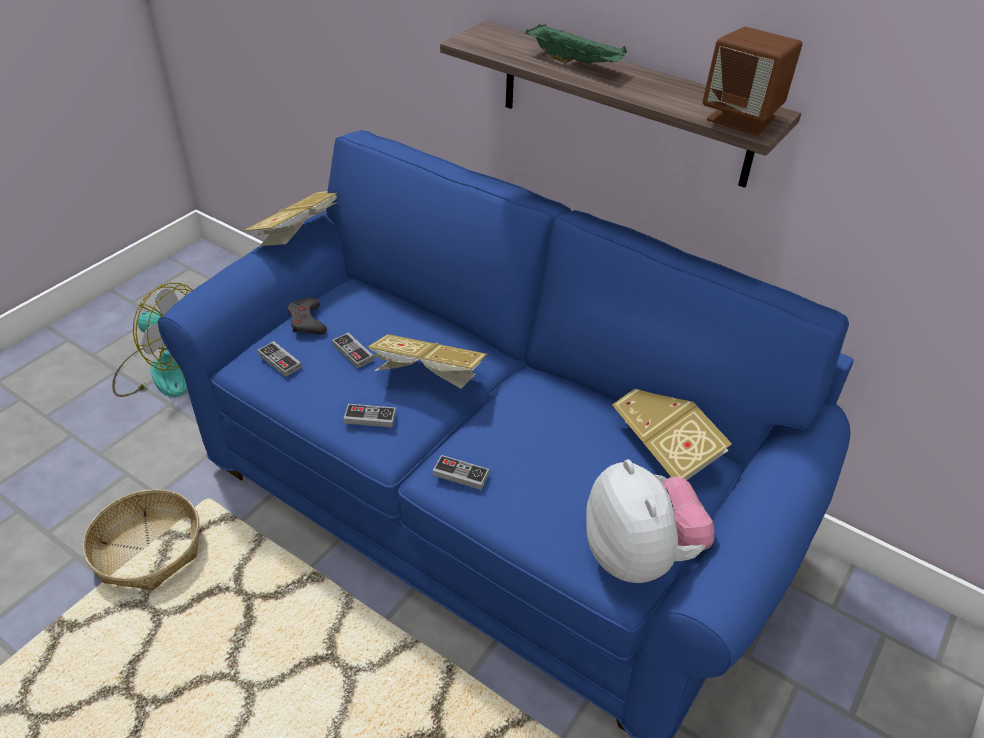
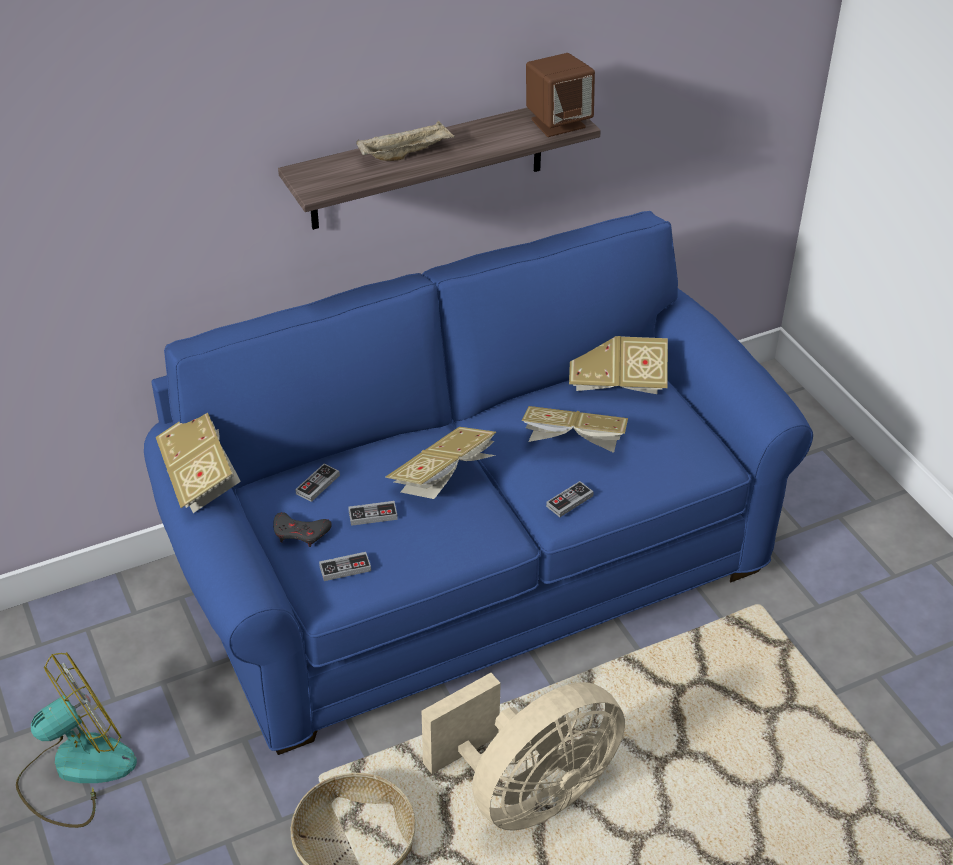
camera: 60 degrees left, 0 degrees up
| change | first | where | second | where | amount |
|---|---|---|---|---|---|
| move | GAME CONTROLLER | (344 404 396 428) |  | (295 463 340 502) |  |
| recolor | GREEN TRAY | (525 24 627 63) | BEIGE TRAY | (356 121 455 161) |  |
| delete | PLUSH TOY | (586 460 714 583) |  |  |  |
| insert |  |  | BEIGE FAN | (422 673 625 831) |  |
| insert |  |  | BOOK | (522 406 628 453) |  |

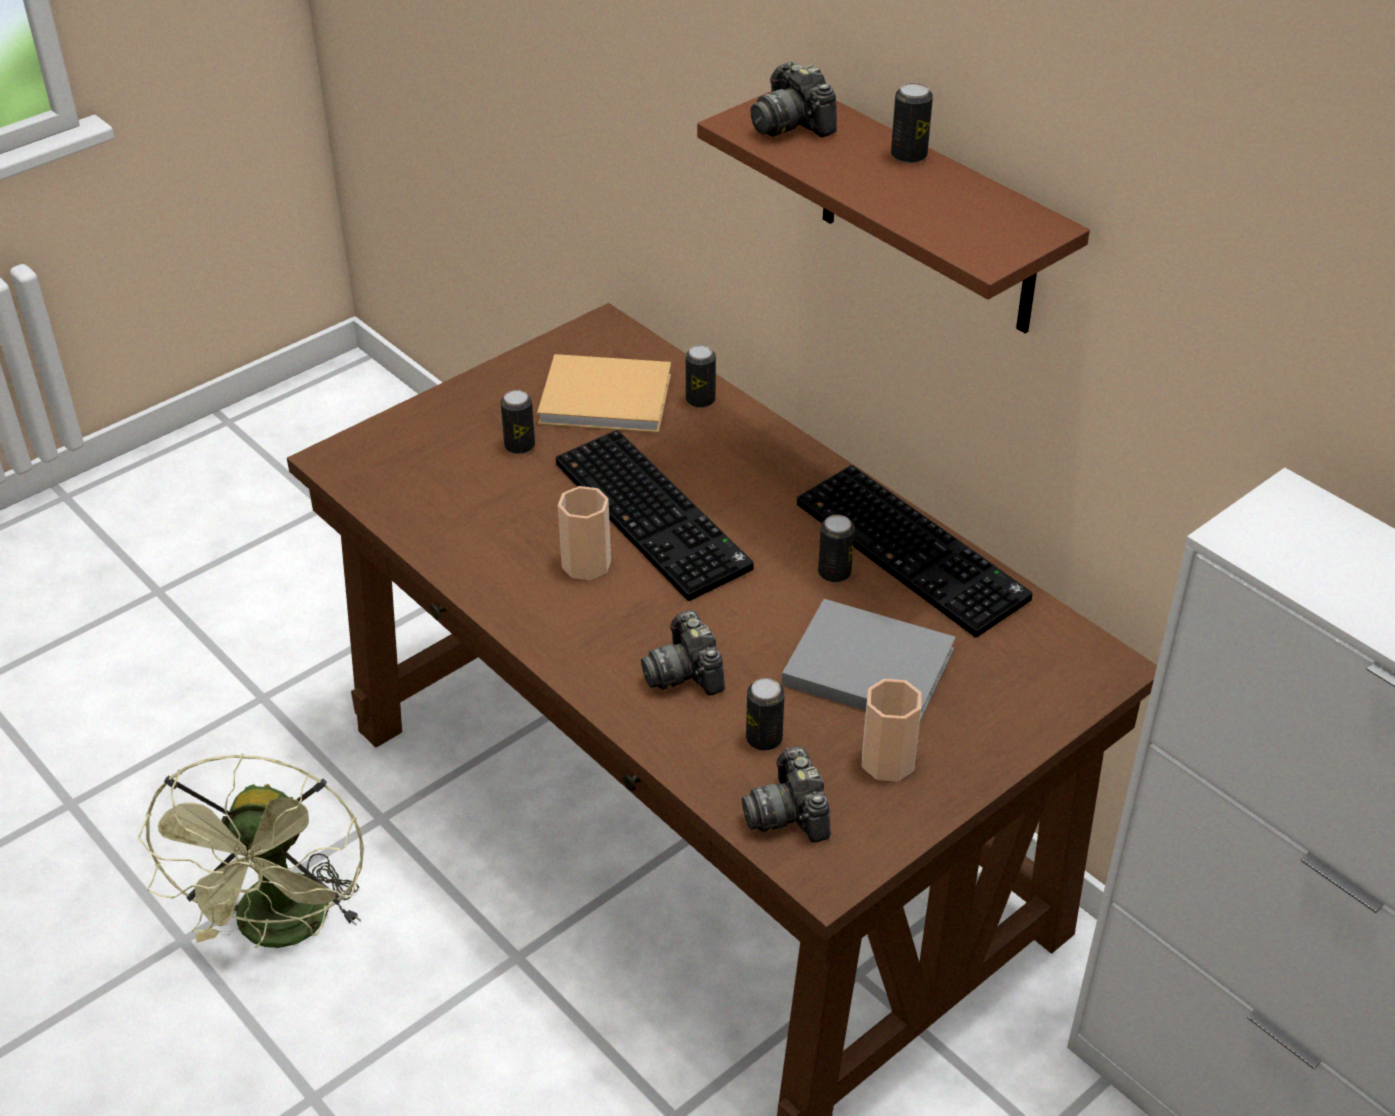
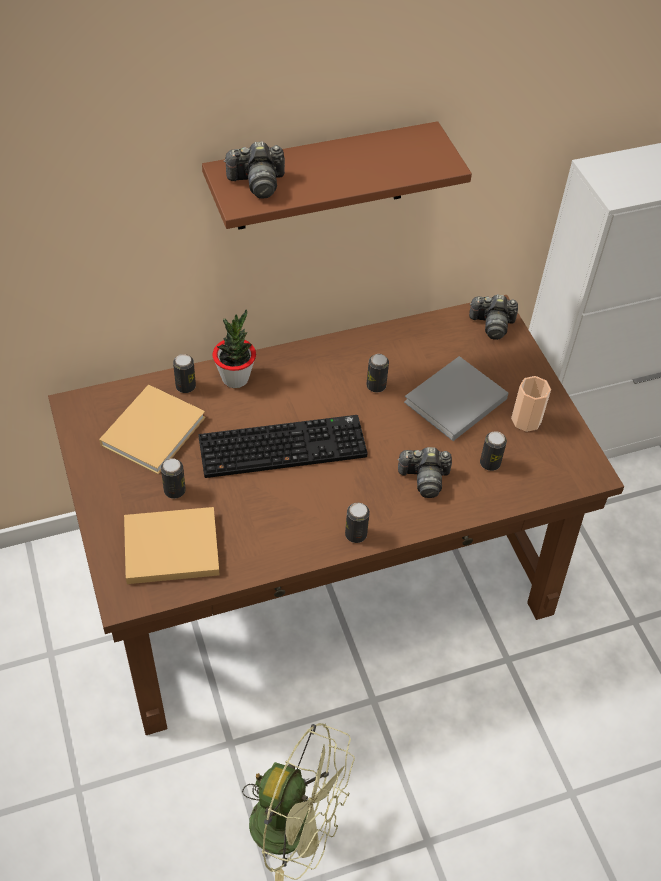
camera: 70 degrees left, 10 degrees up
| change | first | where | second | where | amount |
|---|---|---|---|---|---|
| delete | CUP | (558 486 611 580) |  |  |  |
| move | PHOTO CAMERA | (742 746 830 843) |  | (469 294 518 340) |  |
| delete | KEYBOARD | (797 465 1033 637) |  |  |  |
| move | CAN | (891 83 933 163) |  | (345 503 370 543) |  |
| insert |  |  | BEIGE BOOK | (124 507 220 584) |  |
| insert |  |  | POTTED PLANT | (212 309 256 388) |  |

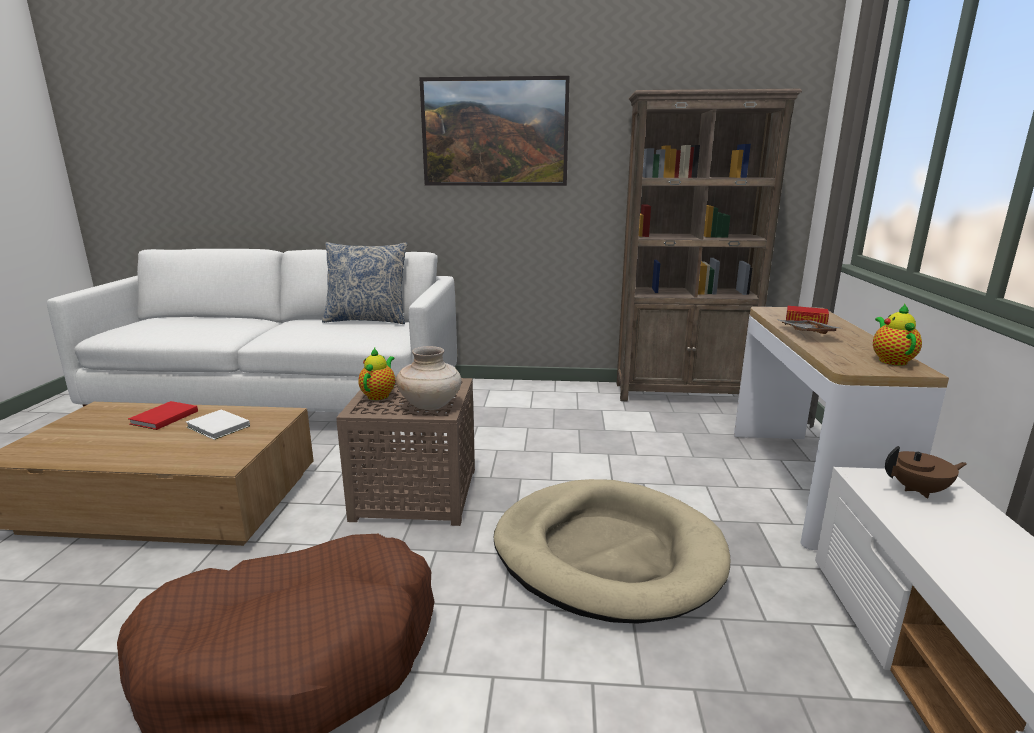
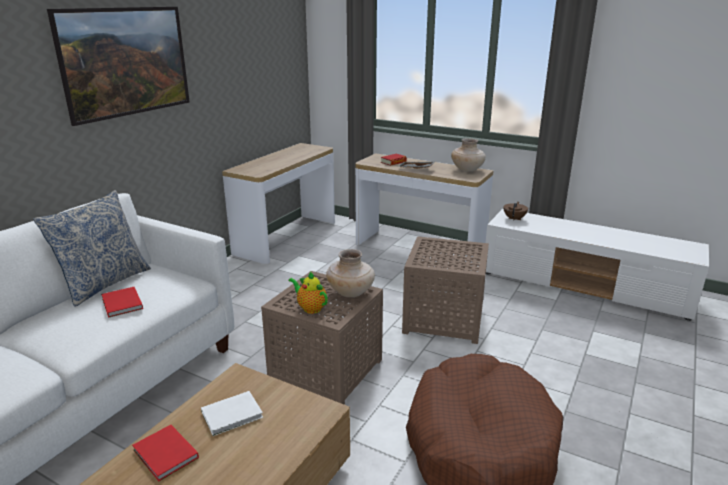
camera: 65 degrees left, 5 degrees up
| change | first | where | second | where | amount |
|---|---|---|---|---|---|
| replace | BEIGE DOG BED | (494 479 730 624) | BROWN SIDE TABLE | (402 236 489 344) |  |
| replace | BROWN BOOKCASE | (617 89 802 401) | CONSOLE TABLE | (222 143 335 264) |  |
| replace | TEAPOT | (873 304 922 366) | BEIGE VASE | (451 138 486 172) |  |
| insert |  |  | RED BOOK | (101 287 143 318) |  |

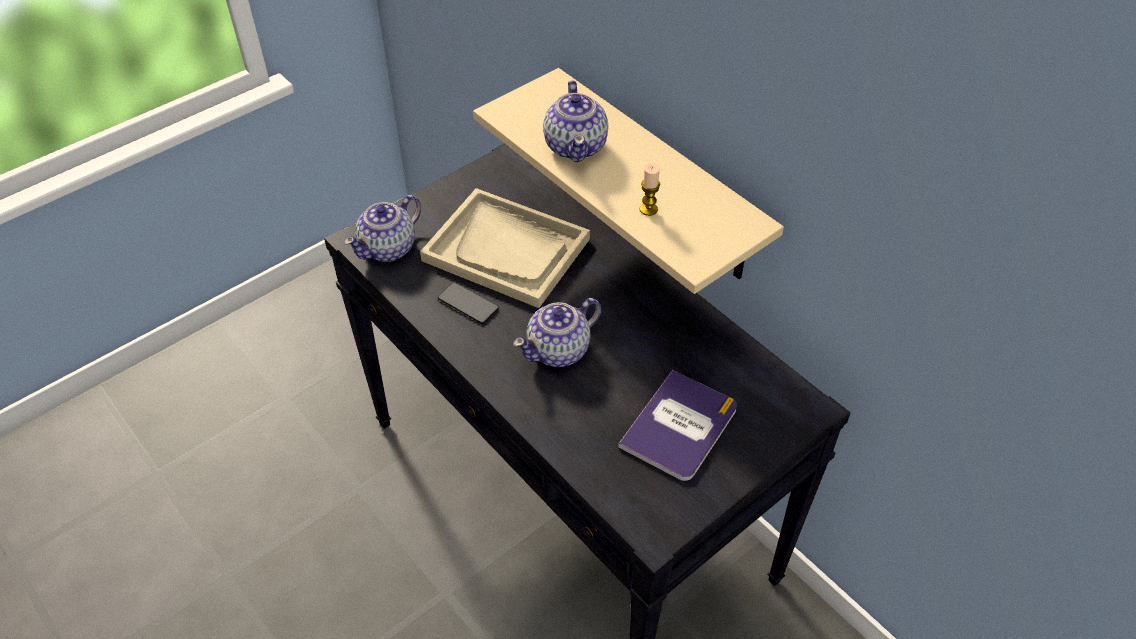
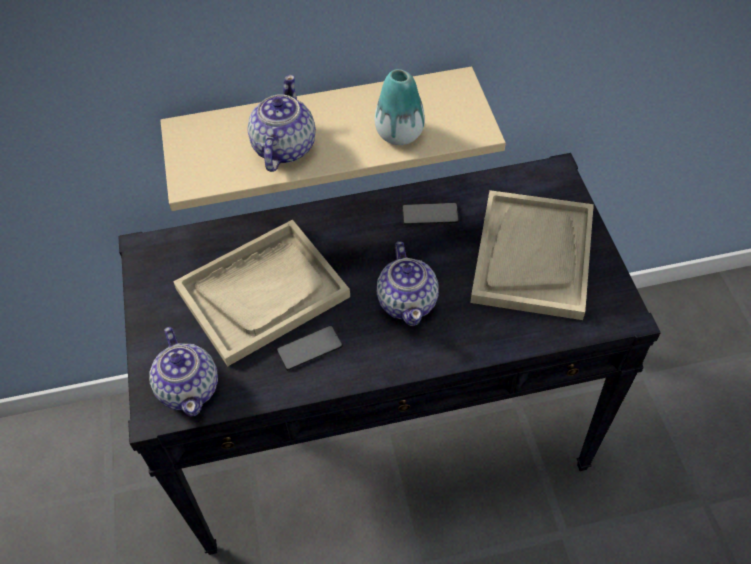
camera: 60 degrees left, 5 degrees up
| change | first | where | second | where | amount |
|---|---|---|---|---|---|
| rotate | TEAPOT | (543 80 608 162) |  | (247 75 316 172) | 105 degrees counterclockwise |
| replace | BOOK | (618 370 737 481) | BEIGE TRAY | (470 190 594 320) |  |
| replace | CANDLE | (640 163 660 216) | VASE | (375 69 425 145) |  |
| insert |  |  | PHONE | (402 203 459 225) |  |

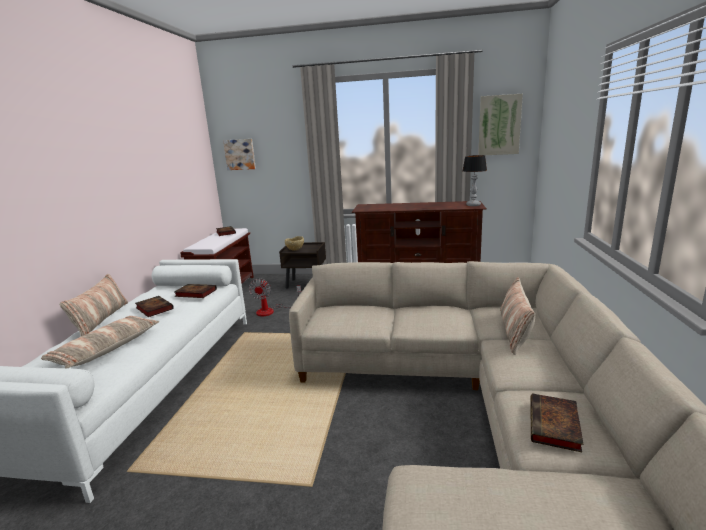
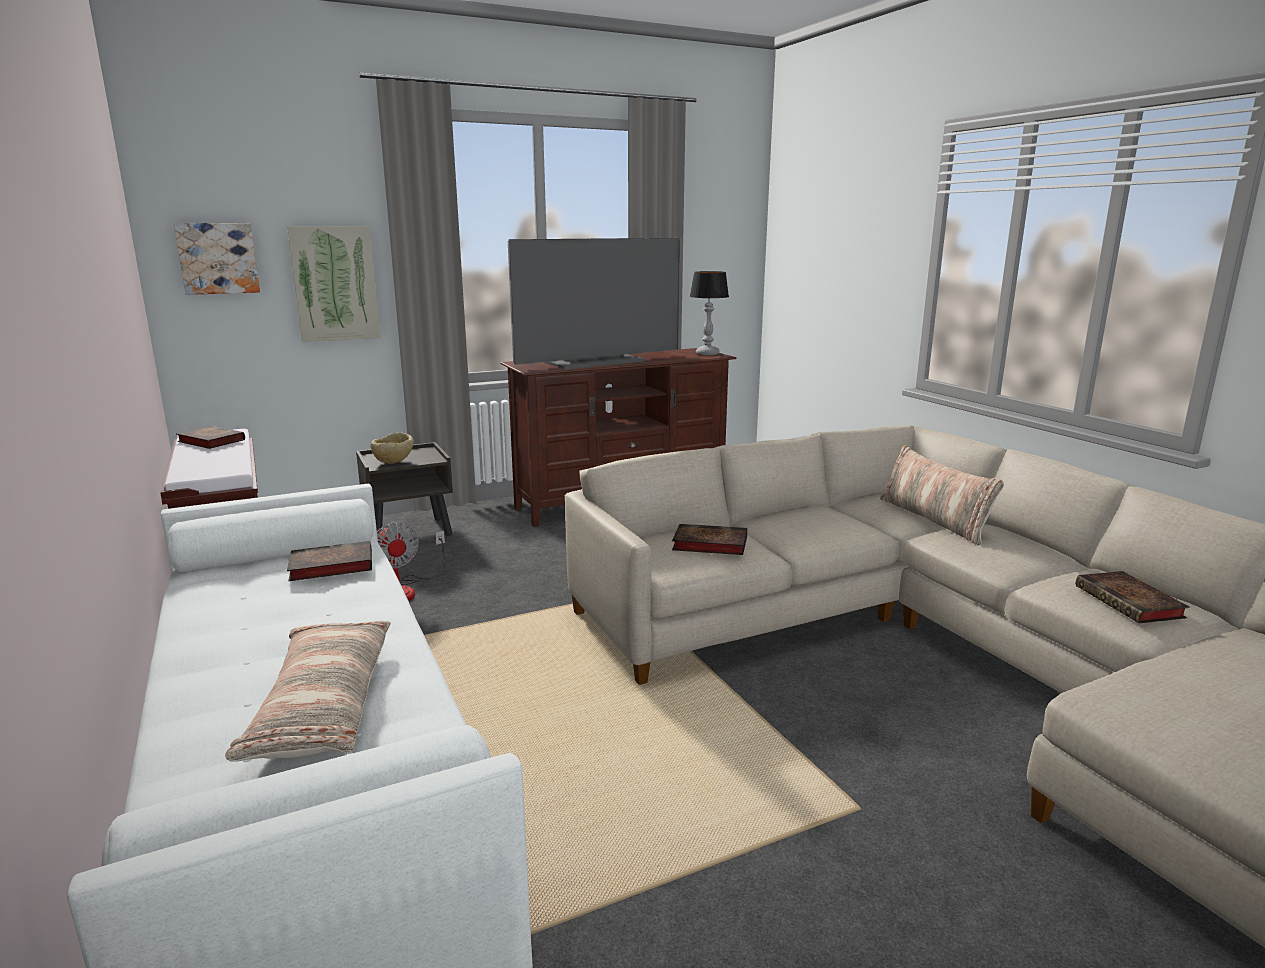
camera: 35 degrees left, 0 degrees up
| change | first | where | second | where | amount |
|---|---|---|---|---|---|
| delete | PILLOW | (60 274 128 336) |  |  |  |
| move | BOOK | (135 296 174 317) |  | (672 524 747 555) |  |
| move | PICTURE | (478 94 523 155) |  | (287 226 381 342) |  |
| insert |  |  | TELEVISION | (508 238 680 369) |  |

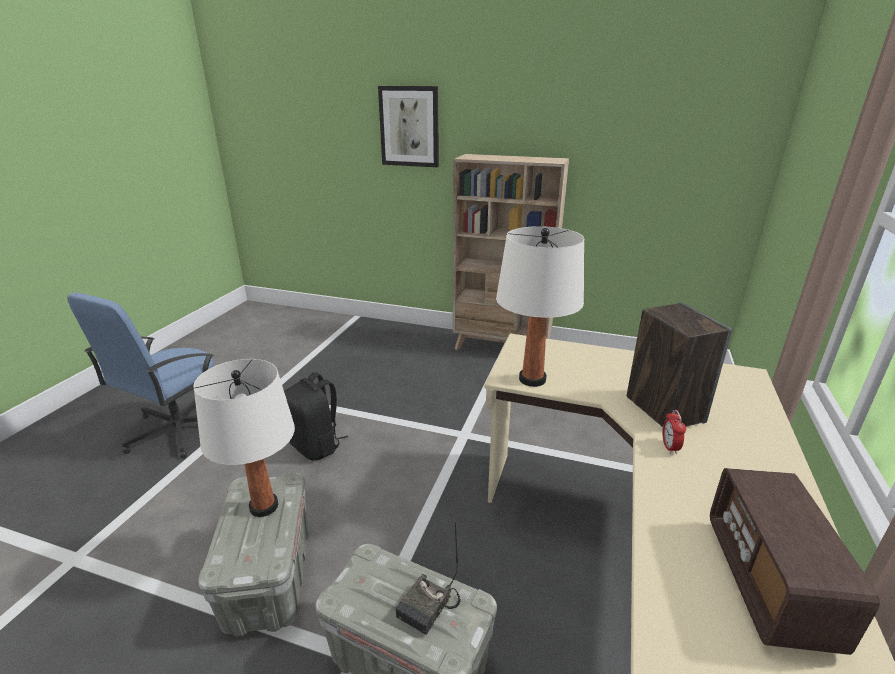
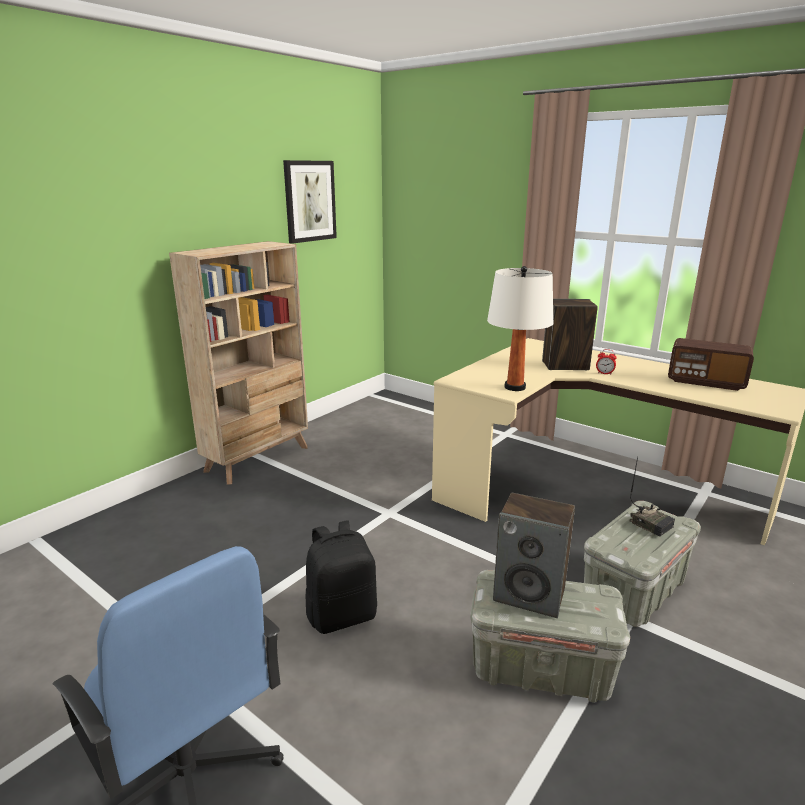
camera: 70 degrees left, 5 degrees down
| change | first | where | second | where | amount |
|---|---|---|---|---|---|
| replace | WHITE TABLE LAMP | (193 359 295 517) | SPEAKER | (493 493 575 618) |  |
| move | PICTURE | (378 86 439 167) |  | (283 160 337 244) |  |

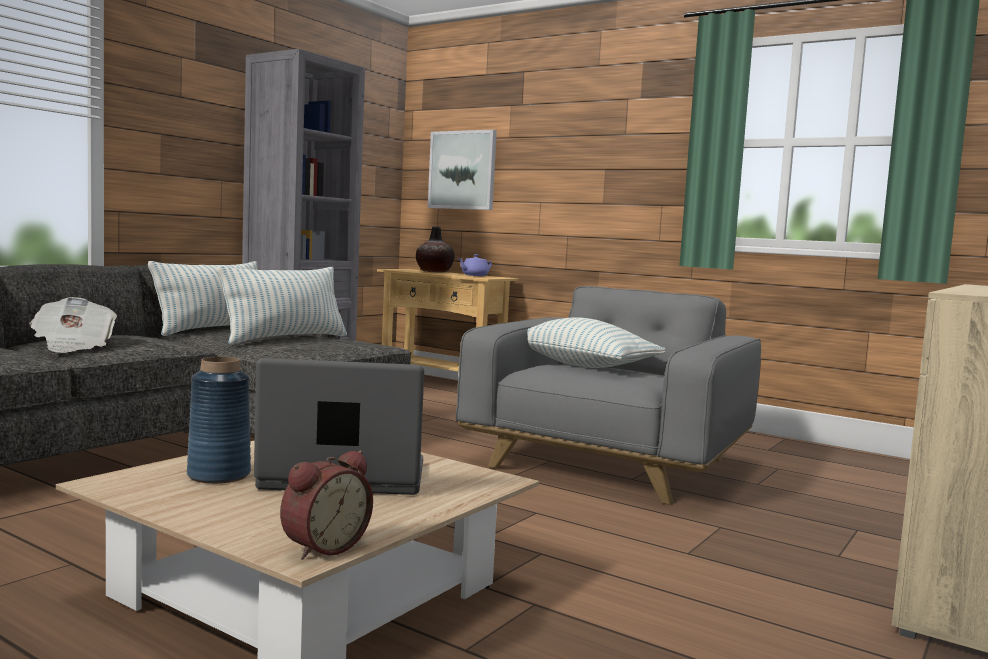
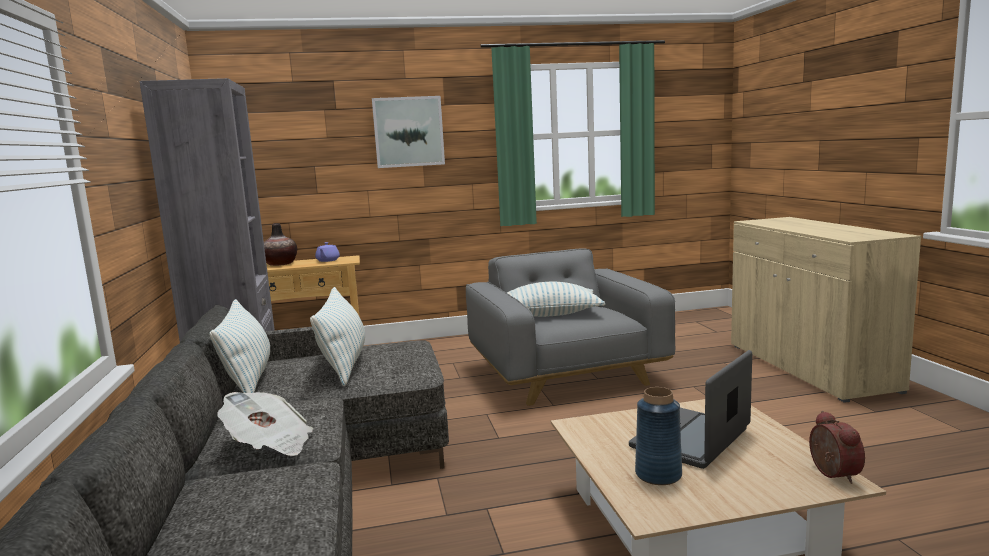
camera: 45 degrees left, 5 degrees up
| change | first | where | second | where | amount |
|---|---|---|---|---|---|
| move | PICTURE | (428 130 497 210) |  | (372 96 445 168) |  |

